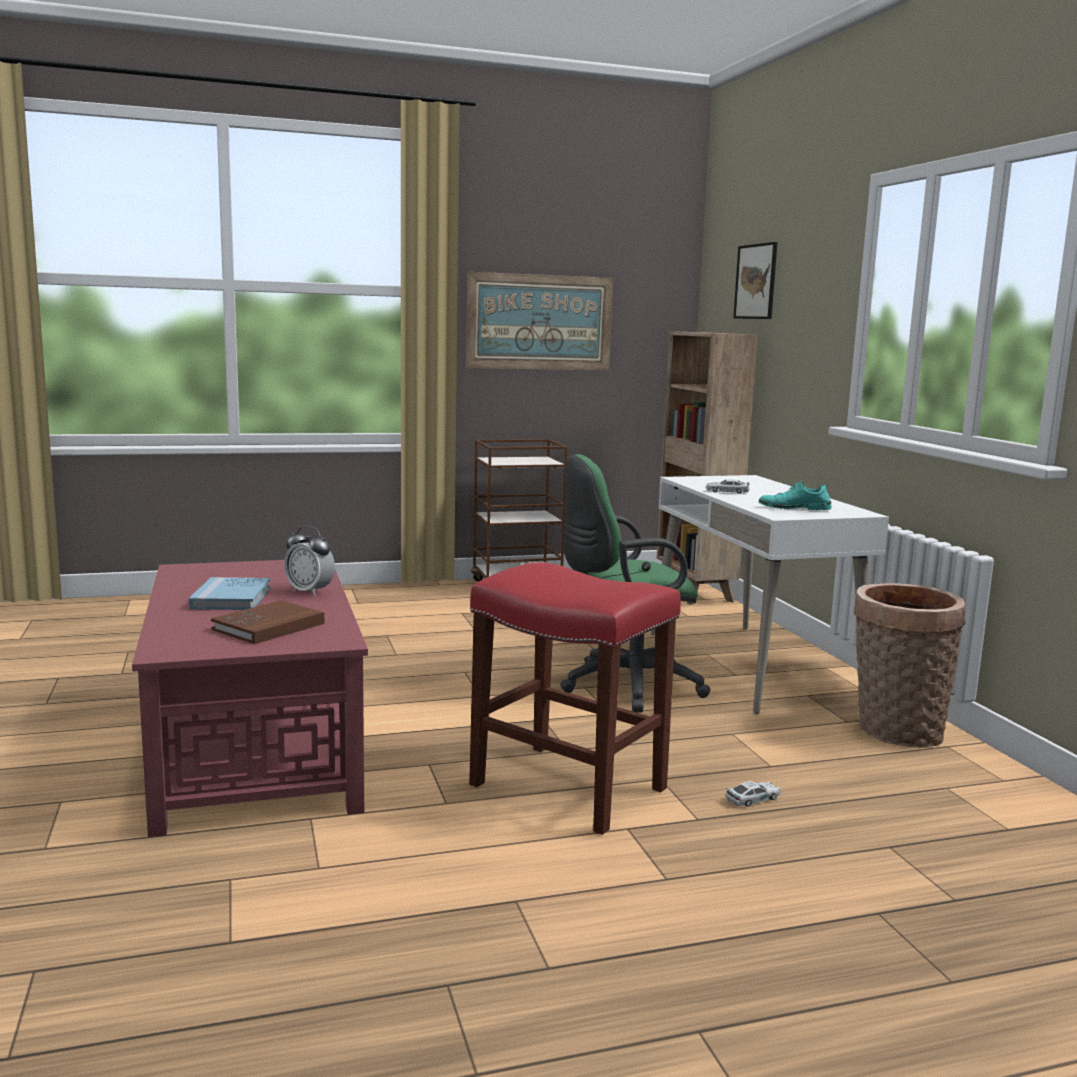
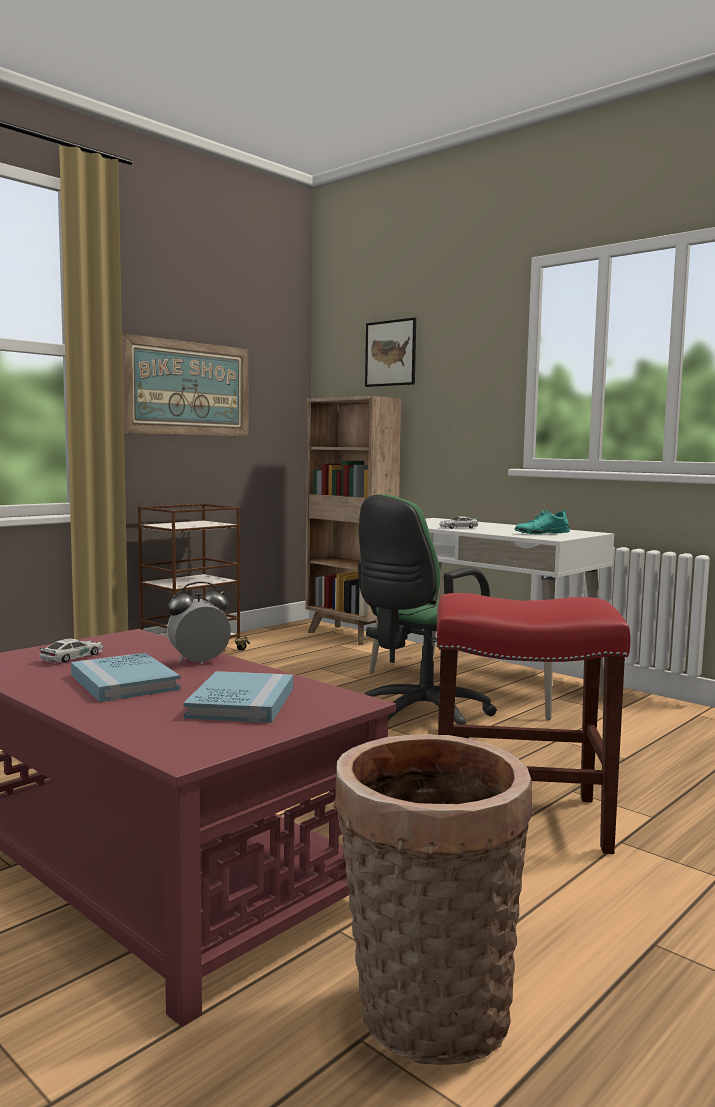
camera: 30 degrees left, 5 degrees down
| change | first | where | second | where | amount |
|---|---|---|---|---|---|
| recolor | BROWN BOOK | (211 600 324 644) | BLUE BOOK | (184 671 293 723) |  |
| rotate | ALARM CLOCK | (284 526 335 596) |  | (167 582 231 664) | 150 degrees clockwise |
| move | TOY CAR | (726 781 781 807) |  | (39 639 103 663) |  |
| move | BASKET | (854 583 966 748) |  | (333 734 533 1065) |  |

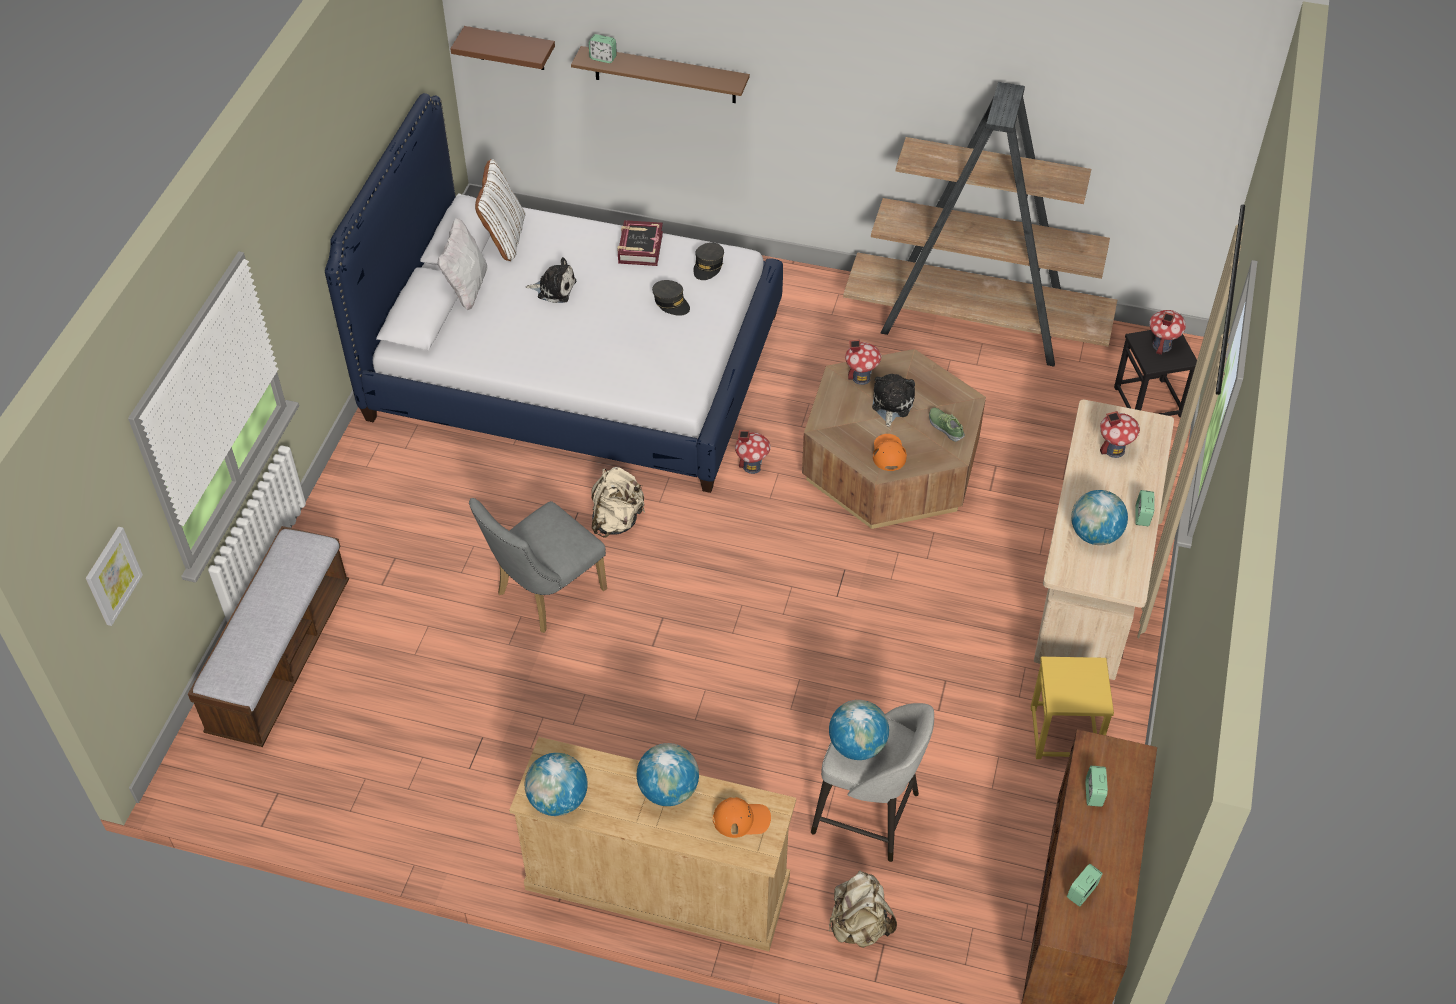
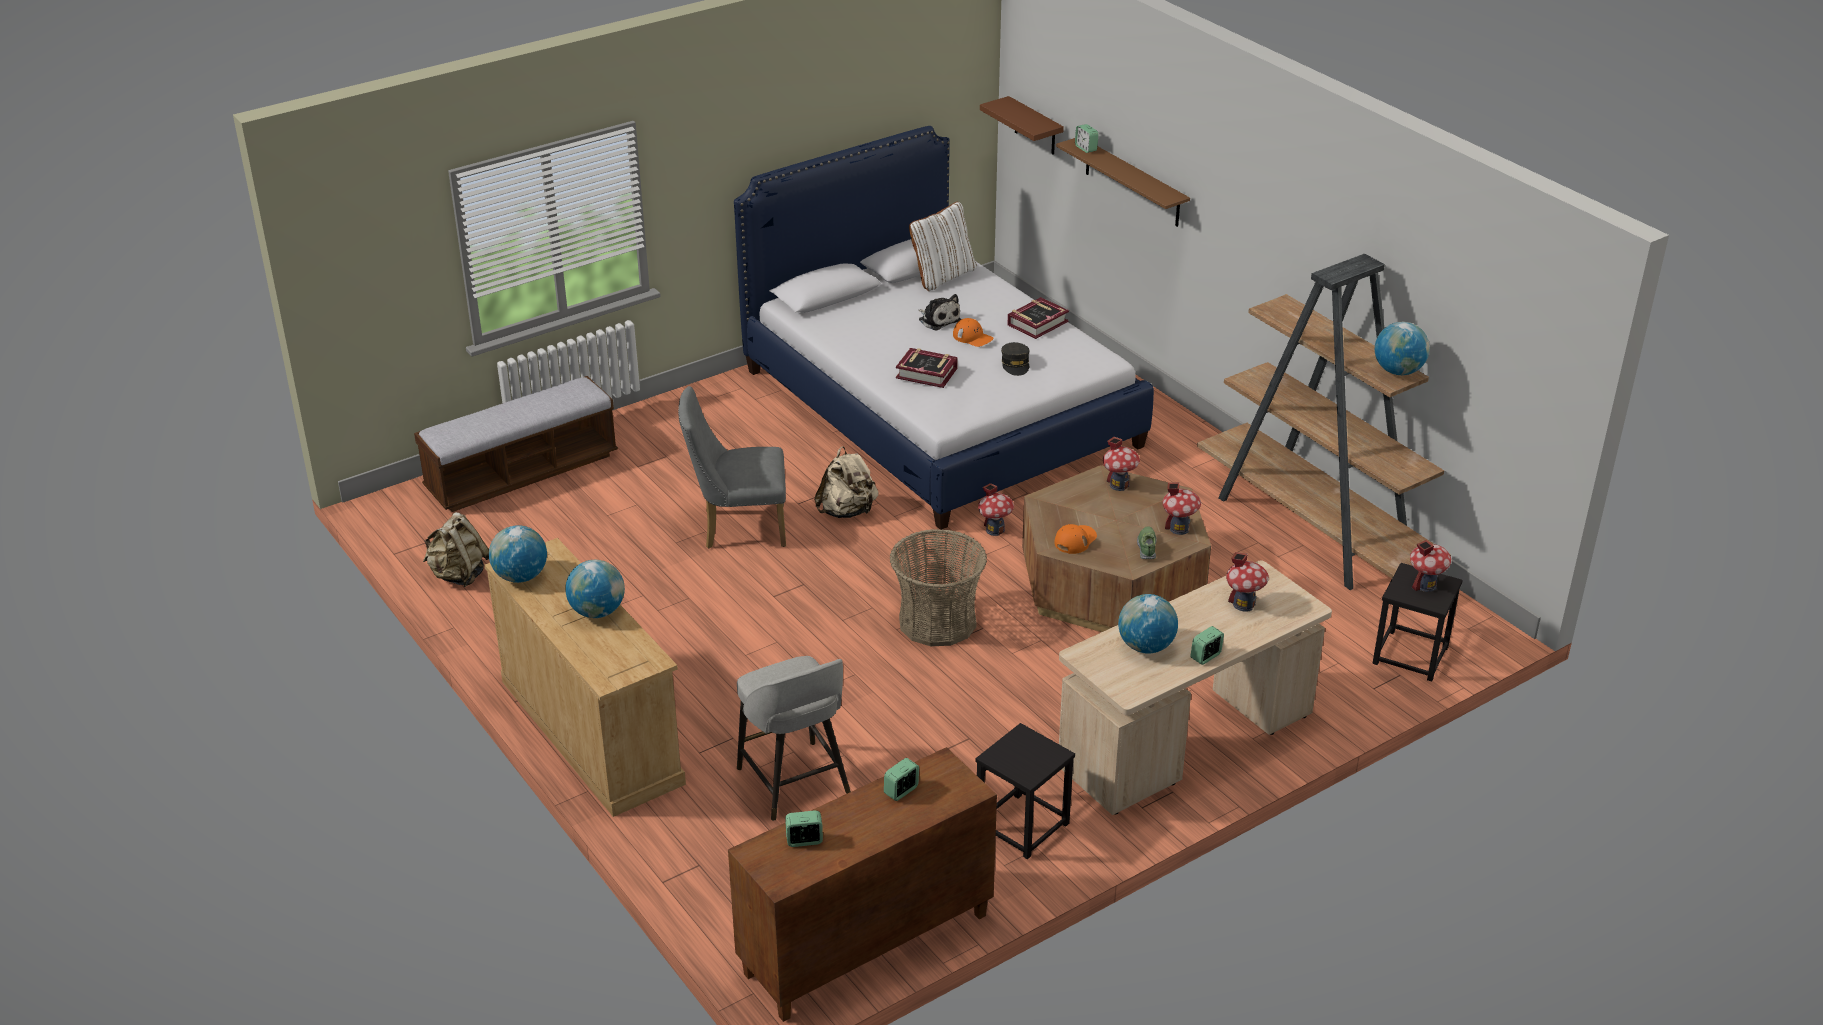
camera: 40 degrees right, 15 degrees down
| change | first | where | second | where | amount |
|---|---|---|---|---|---|
| delete | PICTURE | (86 527 143 626) |  |  |  |
| delete | WHITE PILLOW | (437 218 487 310) |  |  |  |
| delete | GREY CAP | (693 242 724 280) |  |  |  |
| move | ORANGE CAP | (713 797 771 838) |  | (953 318 993 347) |  |
| move | GLOBE | (829 700 889 760) |  | (1375 322 1430 375) |  |
| move | BEIGE BACKPACK | (829 871 897 948) |  | (423 512 489 587) |  |
| delete | PLUSH TOY | (872 374 915 427) |  |  |  |
| recolor | YELLOW STOOL | (1031 657 1114 759) | BLACK STOOL | (975 723 1075 859) |  |
| insert |  |  | BASKET | (890 529 987 646) |  |
| insert |  |  | BOOK | (896 348 958 388) |  |
| insert |  |  | TOY HOUSE | (1163 482 1201 535) |  |

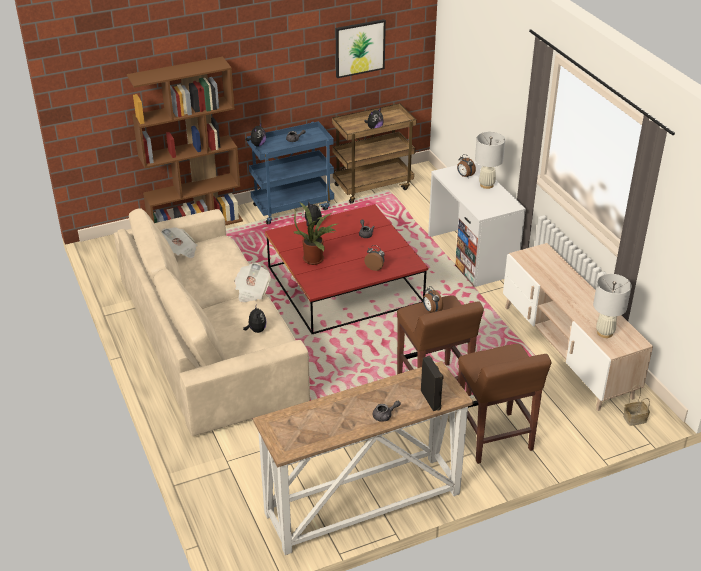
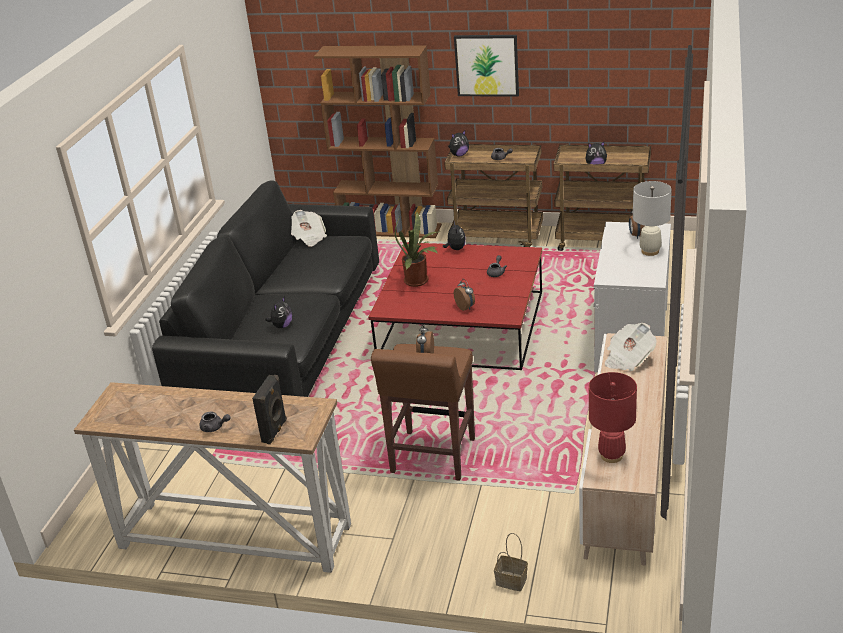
camera: 40 degrees right, 5 degrees down
| change | first | where | second | where | amount |
|---|---|---|---|---|---|
| recolor | BEIGE SOFA | (114 208 310 436) | BLACK SOFA | (152 180 379 397) |  |
| move | NEWSPAPER | (234 263 271 302) |  | (604 323 657 371) |  |
| recolor | BLUE CART | (247 121 334 225) | BROWN CART | (444 144 543 247) |  |
| move | PICTURE | (336 19 386 78) |  | (454 35 519 97) |  |
| delete | BROWN STOOL | (458 344 551 464) |  |  |  |
| recolor | WHITE TABLE LAMP | (593 274 632 338) | RED TABLE LAMP | (589 372 637 463) |  |
| move | BASKET | (623 385 650 426) |  | (494 533 528 591) |  |

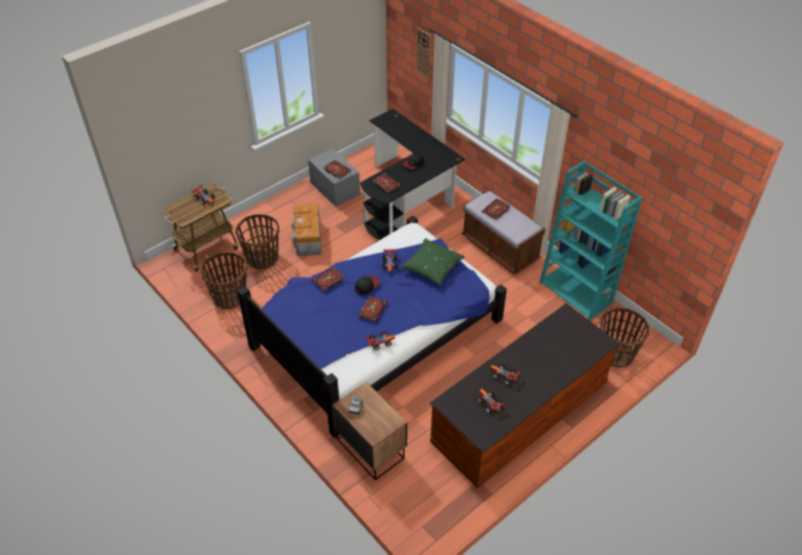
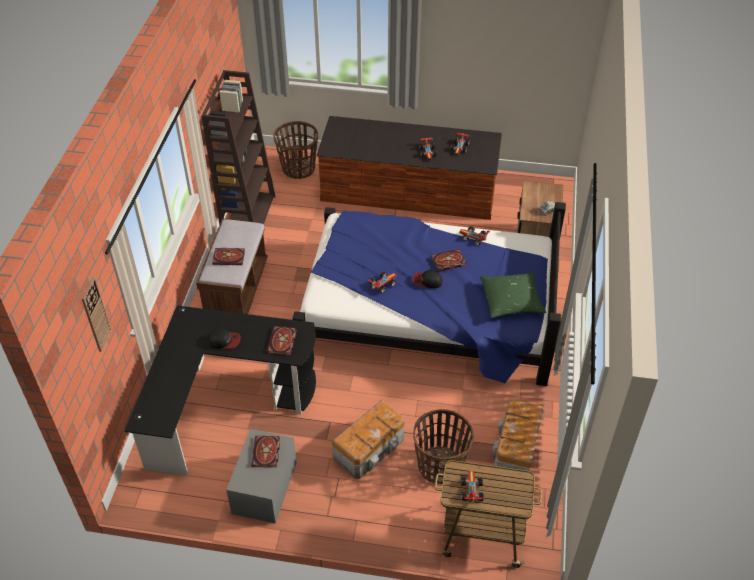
camera: 130 degrees left, 0 degrees up
| change | first | where | second | where | amount |
|---|---|---|---|---|---|
| replace | BASKET | (201 252 247 309) | STORAGE BOX | (492 400 543 471) |  |
| delete | BOOK | (312 267 345 291) |  |  |  |
| move | GREEN PILLOW | (401 239 465 285) |  | (480 272 546 318) |  |
| recolor | TURQUOISE BOOKCASE | (539 161 642 320) | BROWN BOOKCASE | (201 70 275 225) |  |

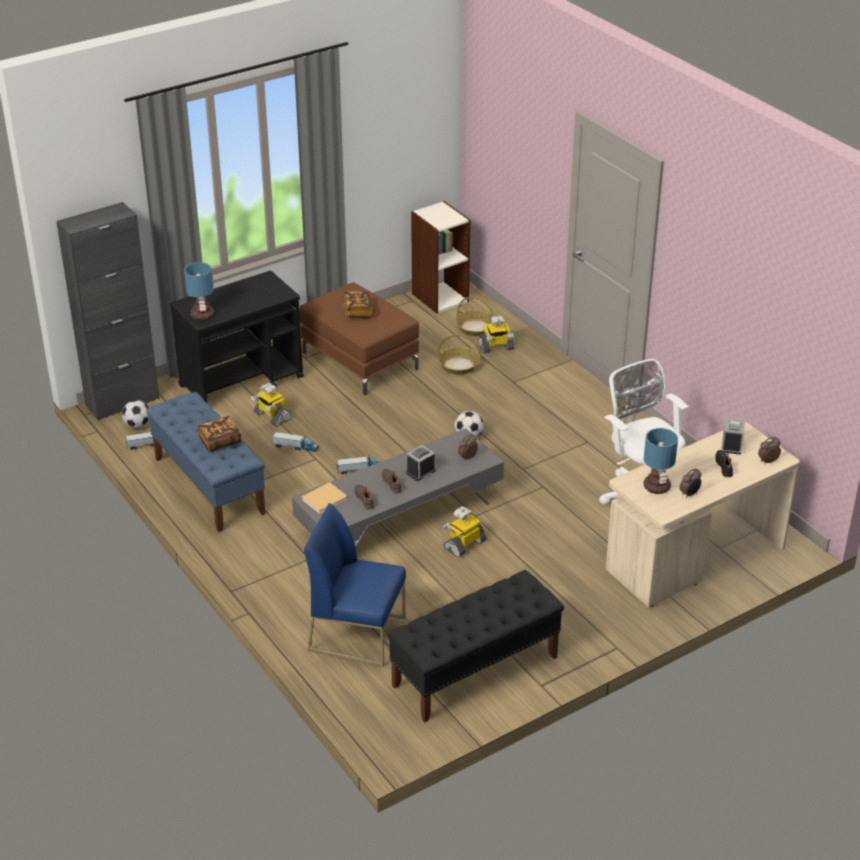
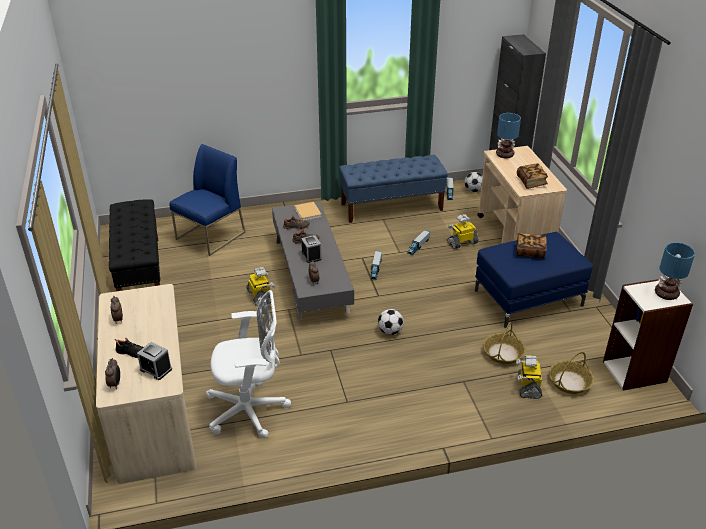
camera: 110 degrees right, 0 degrees up
| change | first | where | second | where | amount |
|---|---|---|---|---|---|
| recolor | BLACK CART | (170 271 304 403) | BEIGE CART | (477 146 567 244) |  |
| move | BOOK | (197 416 241 452) |  | (517 163 548 189) |  |
| recolor | BROWN OTTOMAN | (299 282 419 395) | BLUE OTTOMAN | (475 232 593 328) |  |
| move | TABLE LAMP | (643 428 678 494) |  | (655 242 695 300) |  |

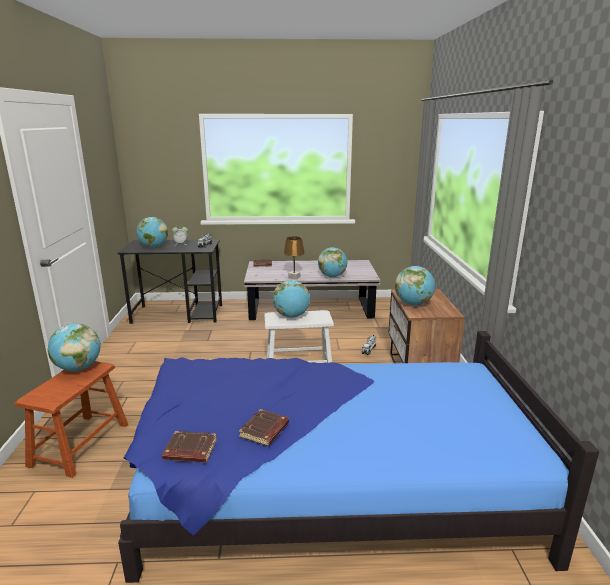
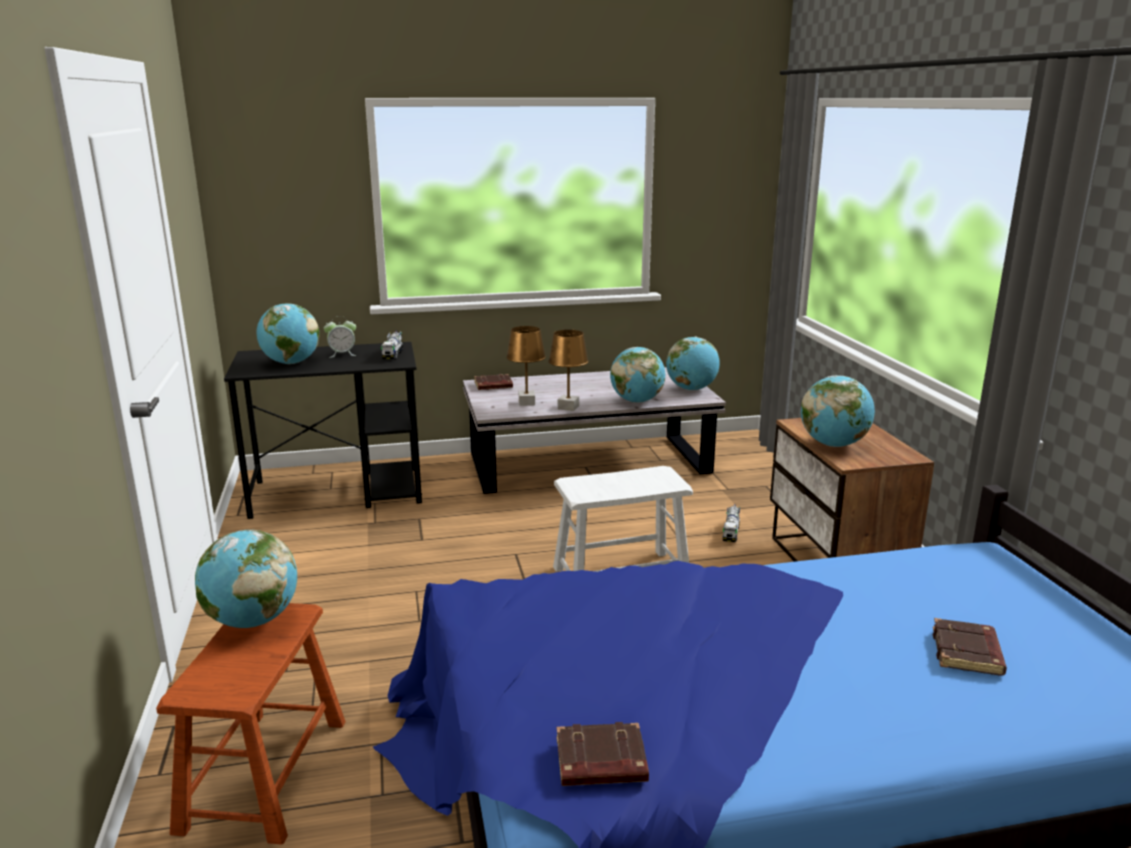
camera: 10 degrees left, 0 degrees up
| change | first | where | second | where | amount |
|---|---|---|---|---|---|
| move | BROWN BOOK | (239 409 289 446) |  | (933 618 1007 675) |  |
| move | GLOBE | (273 280 310 318) |  | (666 337 720 390) |  |
| insert |  |  | BROWN TABLE LAMP | (506 326 546 406) |  |

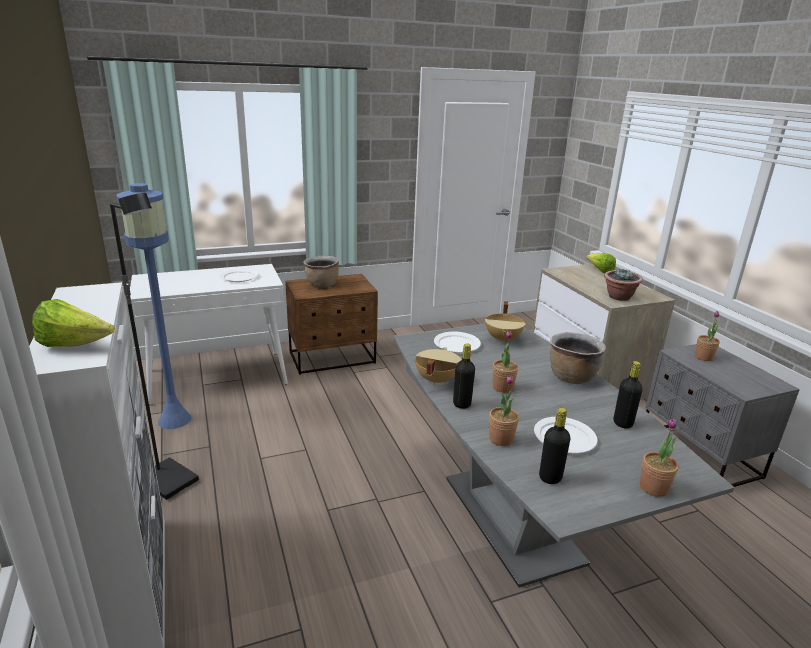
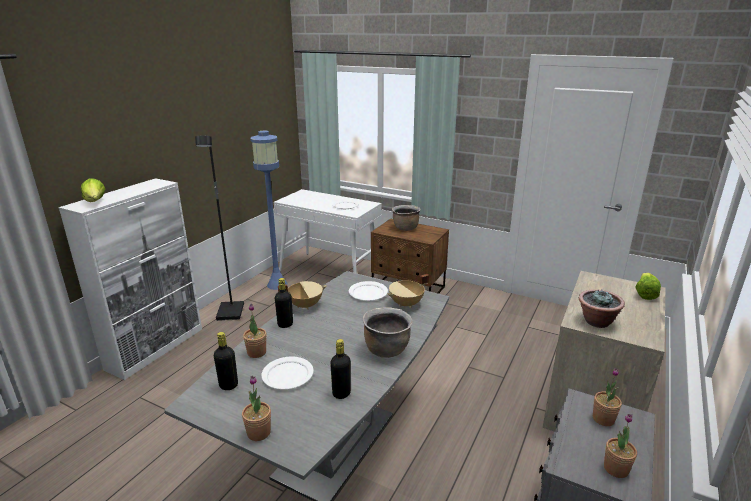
camera: 50 degrees right, 0 degrees up
| change | first | where | second | where | amount |
|---|---|---|---|---|---|
| move | POTTED PLANT | (493 331 518 393) |  | (604 414 637 478) |  |

